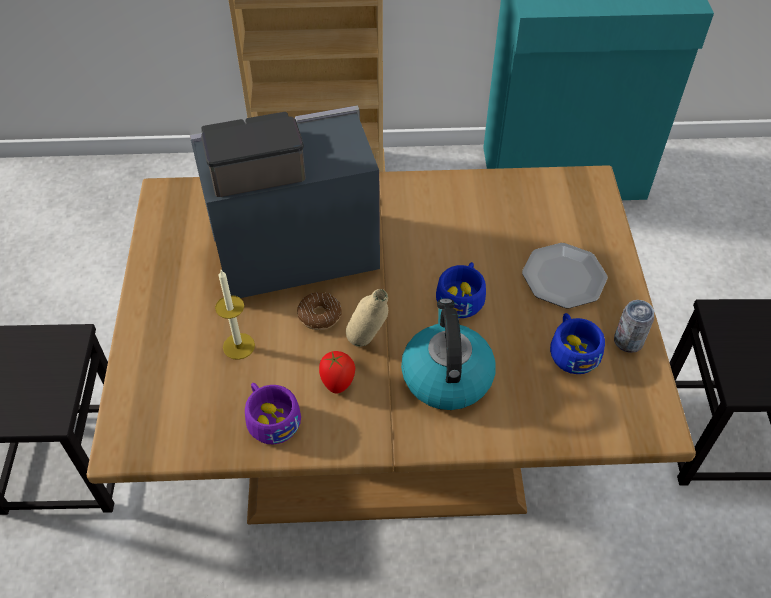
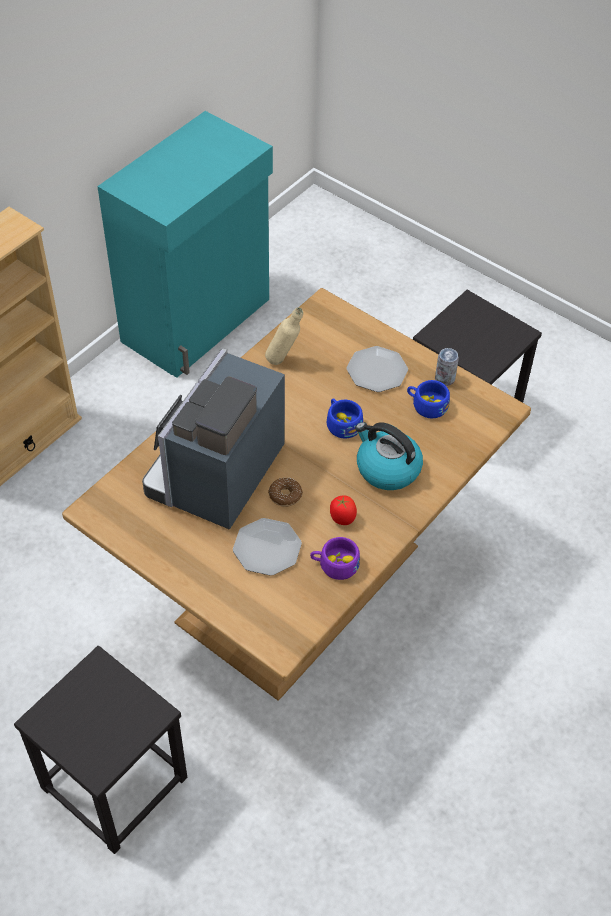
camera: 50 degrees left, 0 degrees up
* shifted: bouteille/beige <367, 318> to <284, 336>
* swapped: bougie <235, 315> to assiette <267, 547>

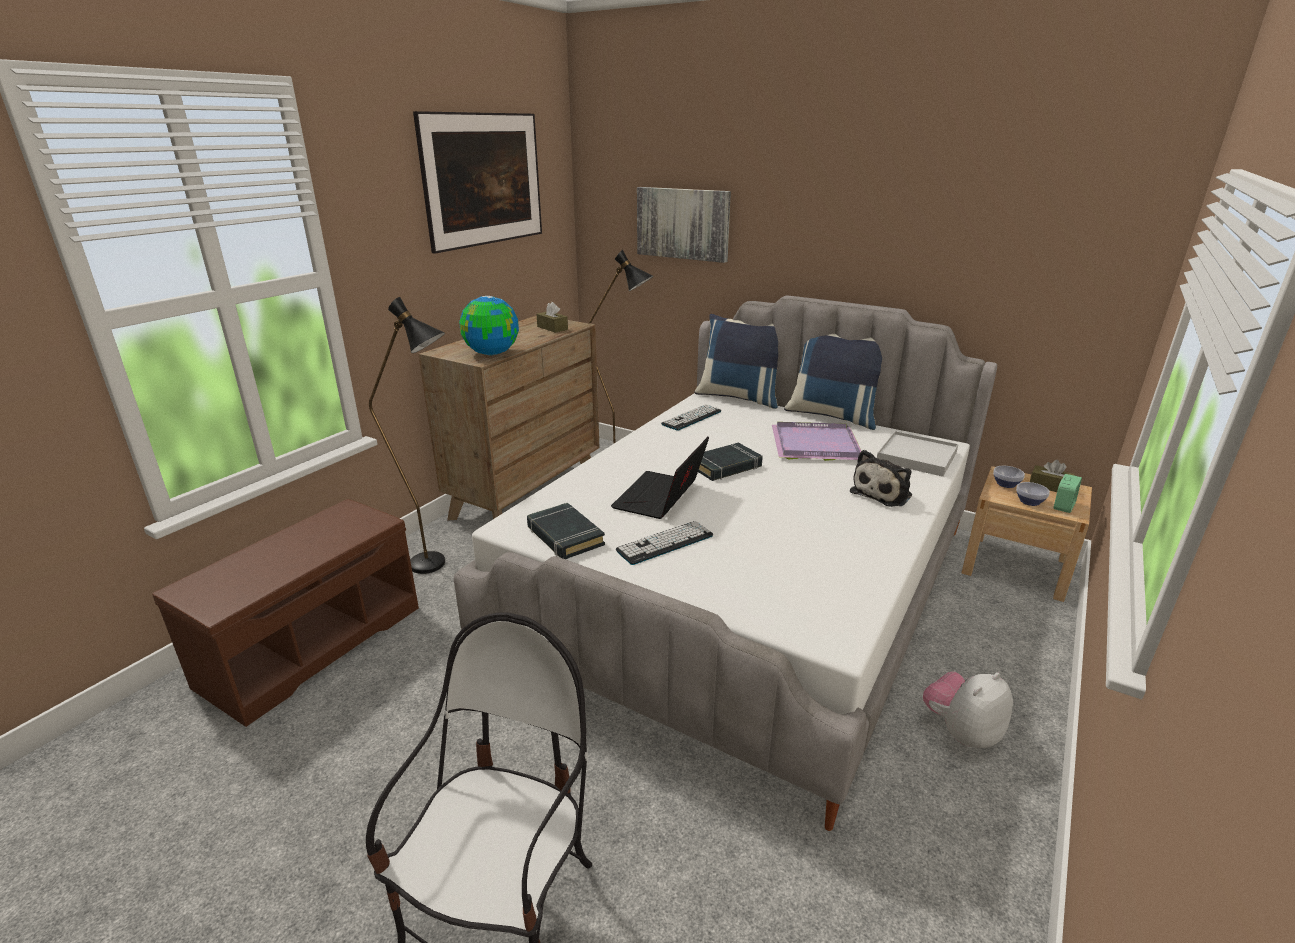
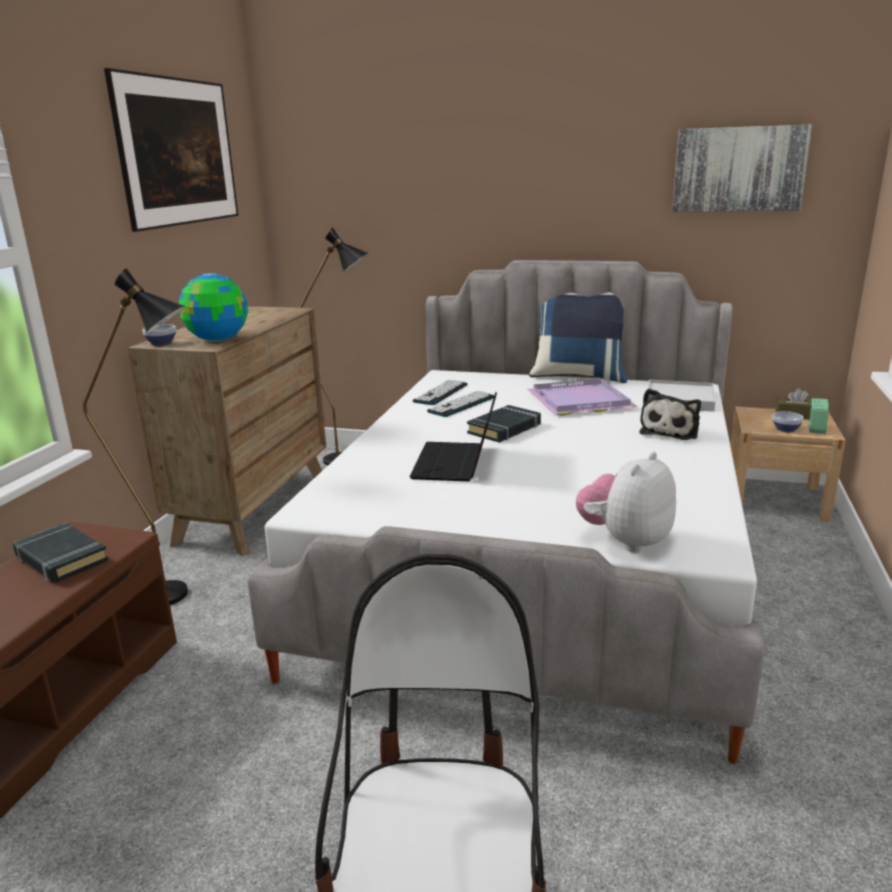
camera: 15 degrees left, 5 degrees down
* gone: boîte à mouchoirs/marron <552, 317>
* gone: coussin/bleu <736, 361>
* shifted: livre/noir <566, 531> to <61, 553>
* shifted: clavier <664, 543> to <461, 404>
* shifted: tableau <684, 225> to <742, 168>
* shifted: peluche <968, 710> to <626, 502>
* shifted: bol <1009, 477> to <159, 335>

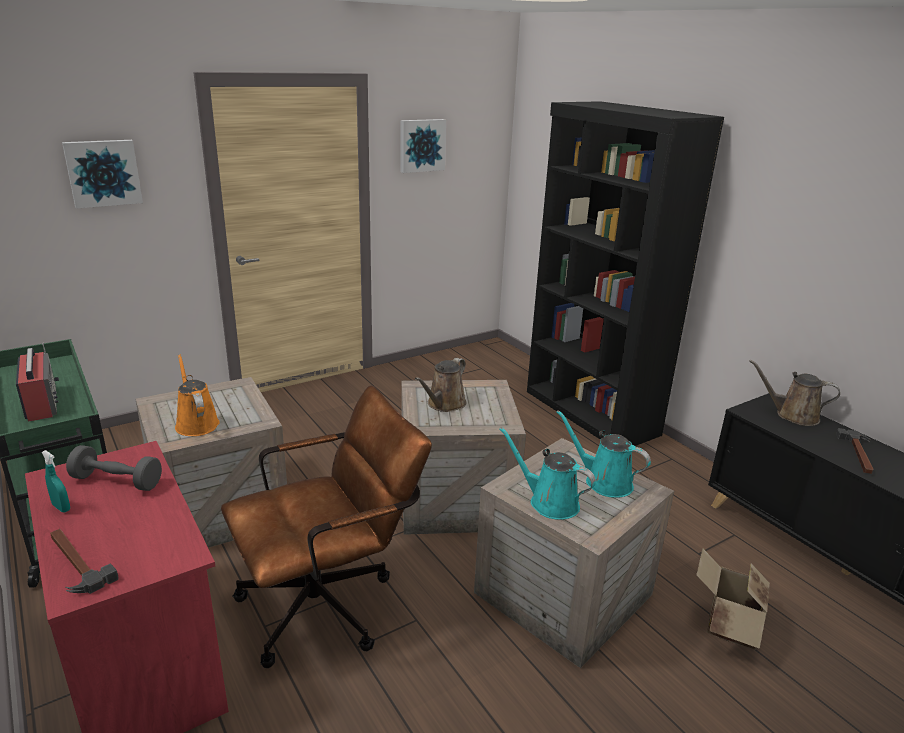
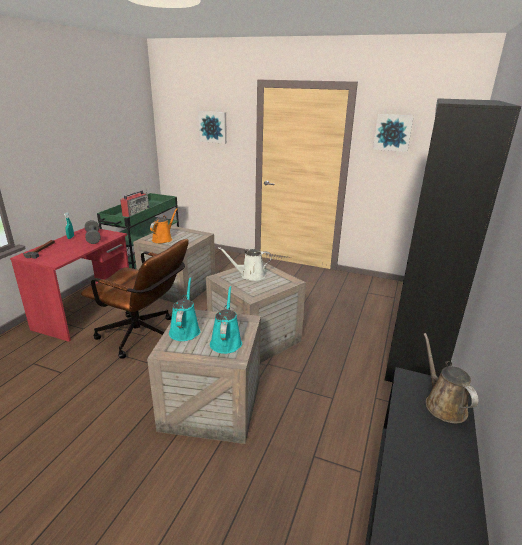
camera: 55 degrees right, 0 degrees up
* gone: carton <733, 598>
* gone: marteau <854, 451>
* repainted: arrosoir/marron <441, 385> to arrosoir/blanc <245, 264>

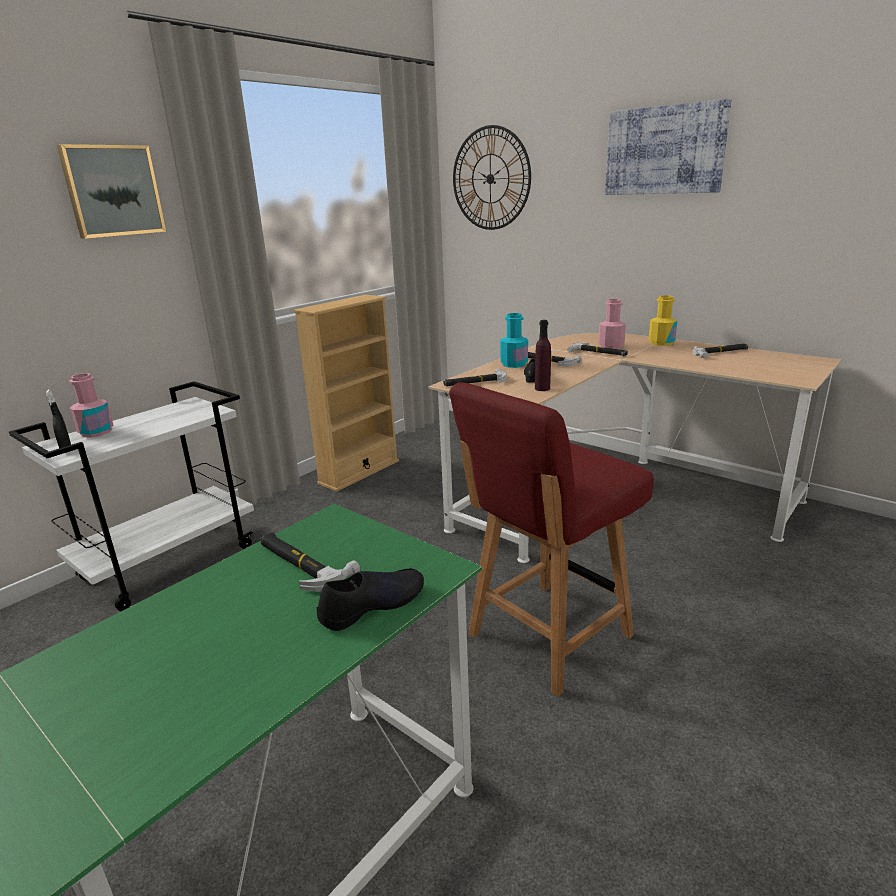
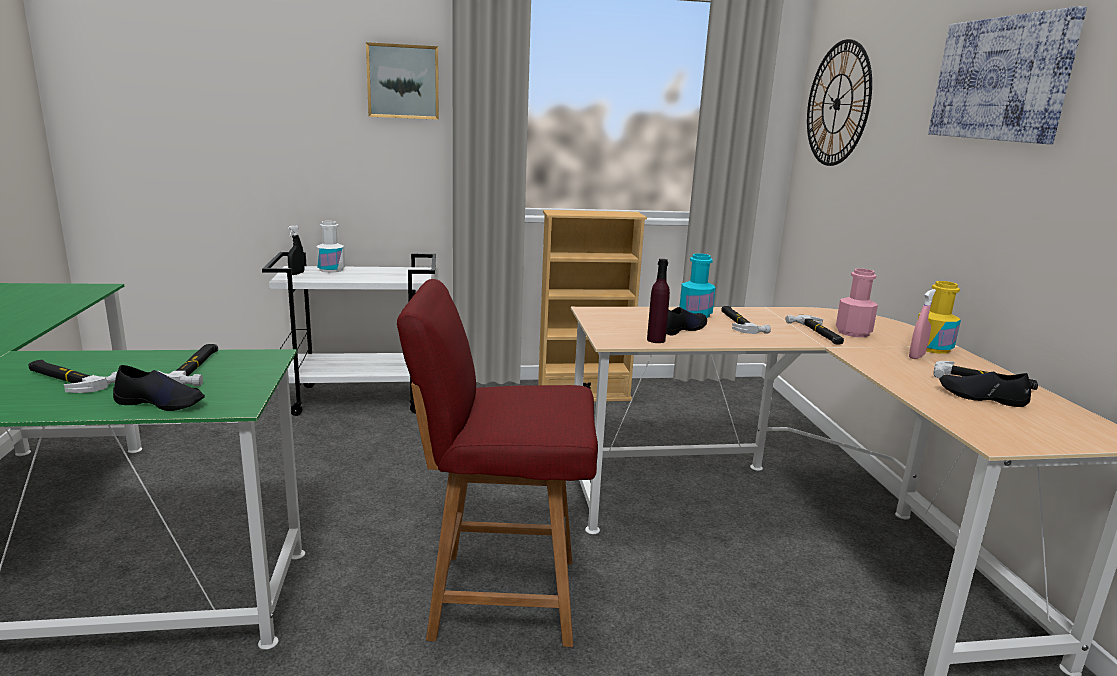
camera: 40 degrees right, 5 degrees down
* new: vaporisateur/rose <922, 324>
* new: chaussure/noir <985, 389>
* shifted: marteau <475, 377> to <72, 376>
* repainted: bouteille/rose <91, 405> to bouteille/blanc <330, 247>

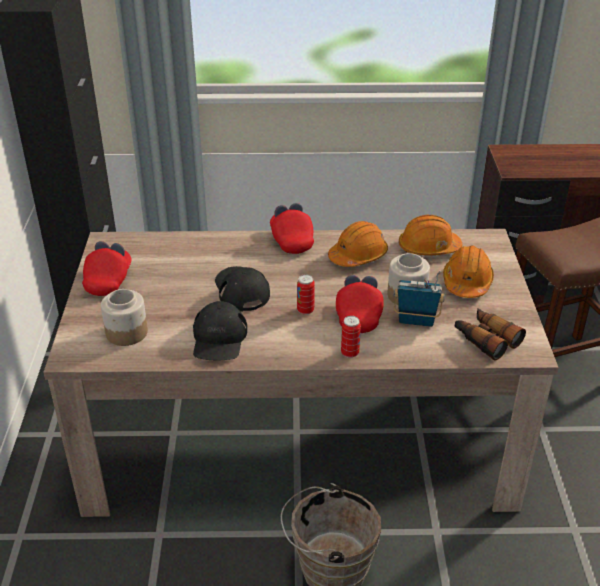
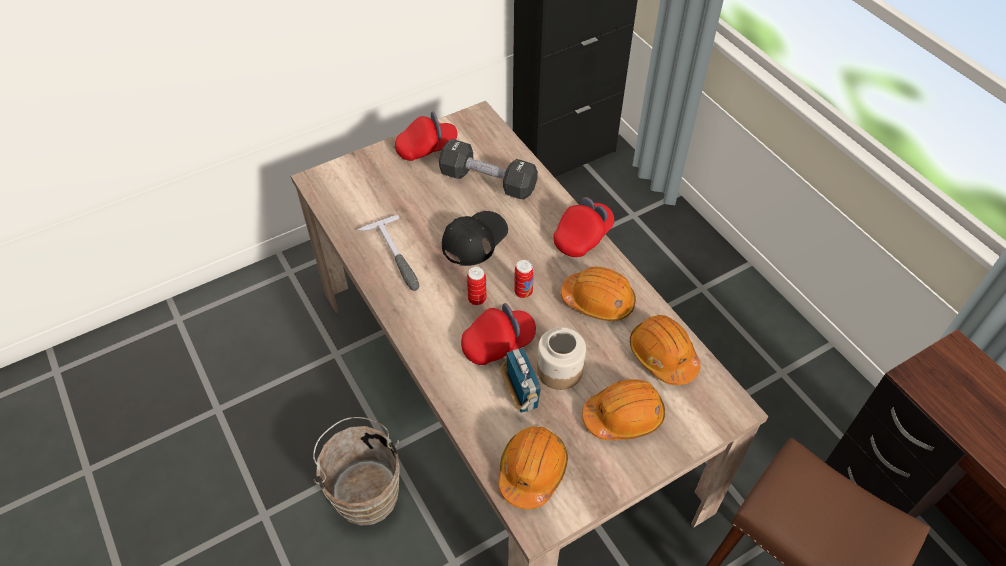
camera: 60 degrees right, 15 degrees up
* gone: bocal <124, 317>
* new: haltère/noir <488, 169>
* shifted: boîte métallique <351, 337> to <524, 279>
* swapped: casquette/noir <220, 330> to marteau <388, 253>
* swapped: jumelles <490, 335> to casque de chantier/orange <533, 467>

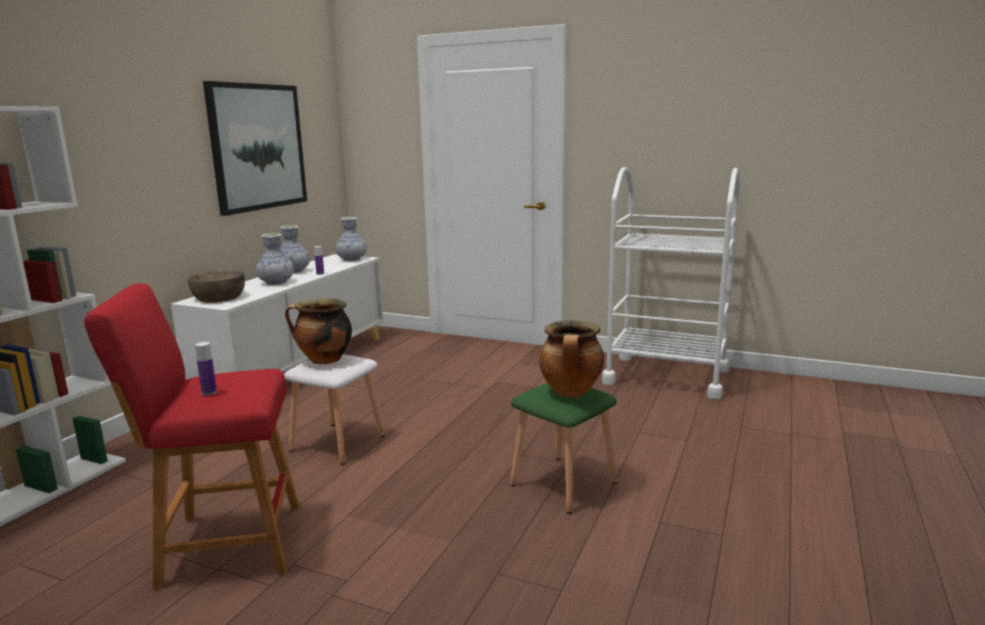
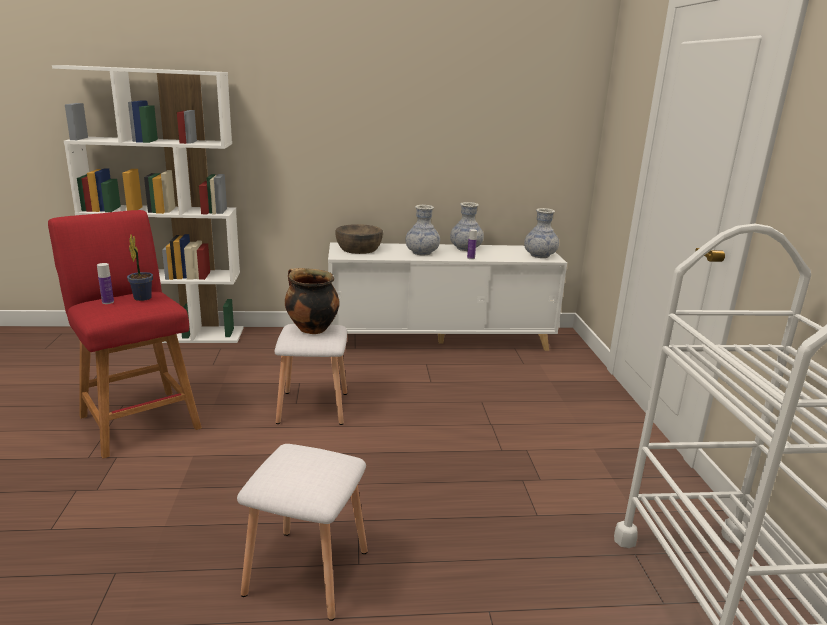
camera: 60 degrees right, 5 degrees up
* gone: tableau <255, 148>
* gone: marmite <571, 358>
* new: plante en pot <140, 267>
* repainted: tabouret/vert <563, 448> to tabouret/blanc <302, 532>

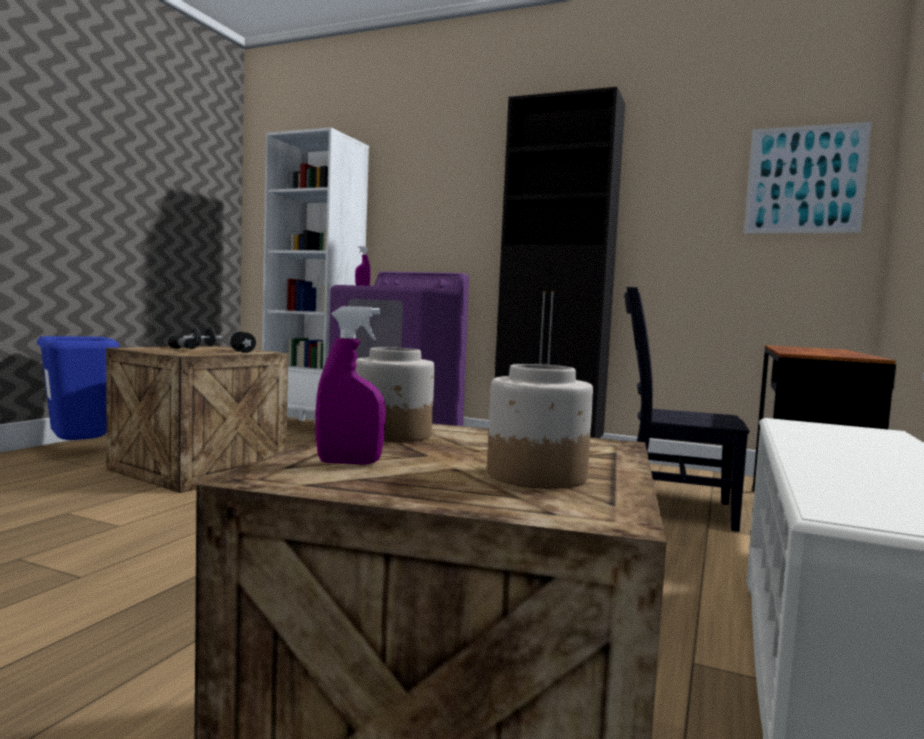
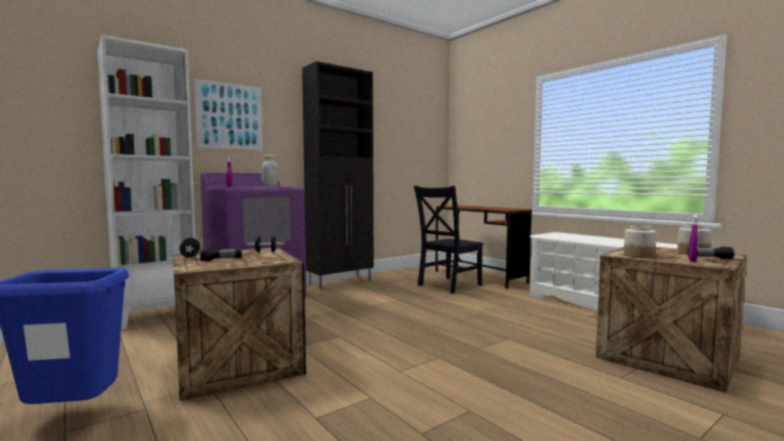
camera: 60 degrees left, 0 degrees up
* new: bocal/blanc <270, 171>
* new: lampe de poche <711, 253>
* shifted: tableau <808, 178> to <228, 114>

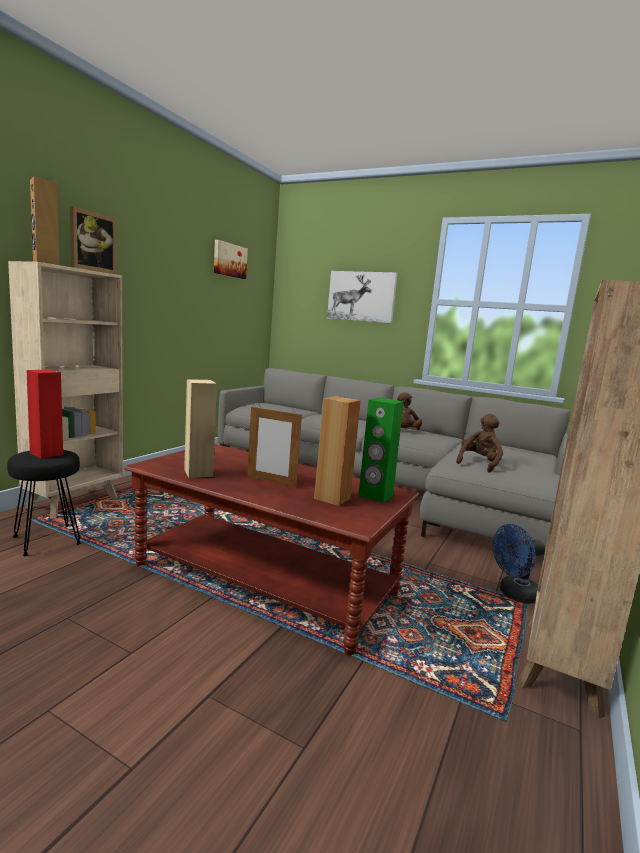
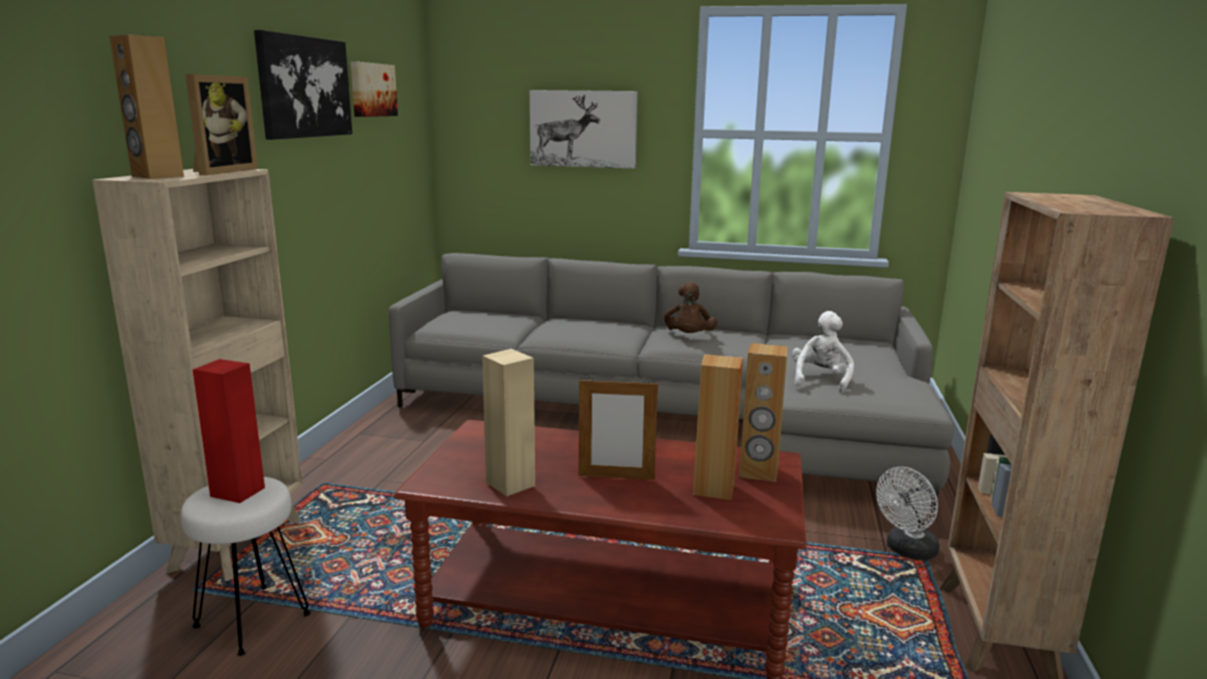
camera: 15 degrees left, 5 degrees up
* new: tableau <303, 85>
* repainted: tabouret/noir <44, 503> to tabouret/blanc <246, 566>
* repainted: enceinte/vert <381, 450> to enceinte/marron <763, 412>
* repainted: peluche/marron <479, 443> to peluche/blanc <823, 352>
* repainted: ventilateur/bleu <518, 564> to ventilateur/blanc <908, 513>

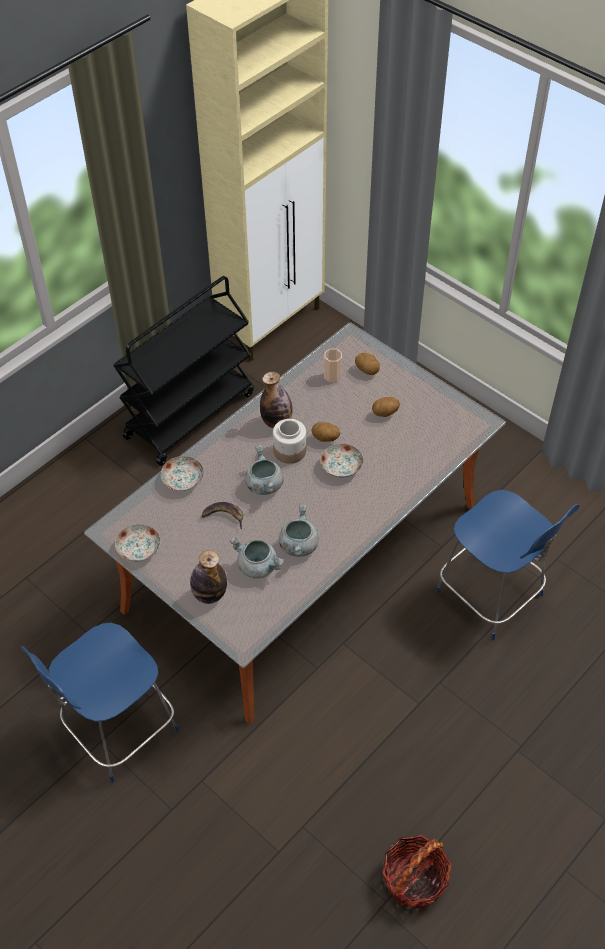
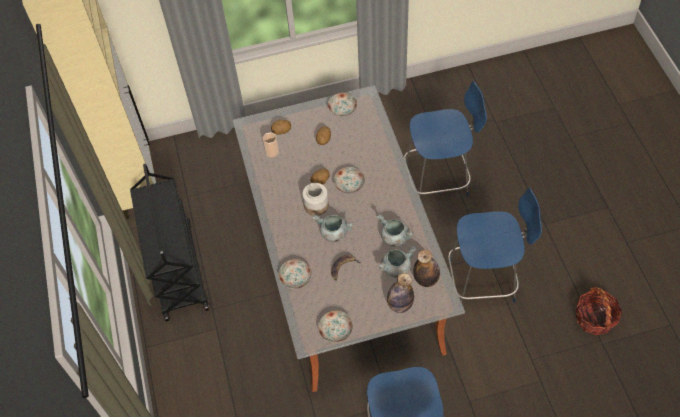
camera: 55 degrees left, 5 degrees up
* new: assiette <342, 104>
* new: chaise/bleu <495, 245>
* shifted: bouteille <276, 400> to <426, 268>

